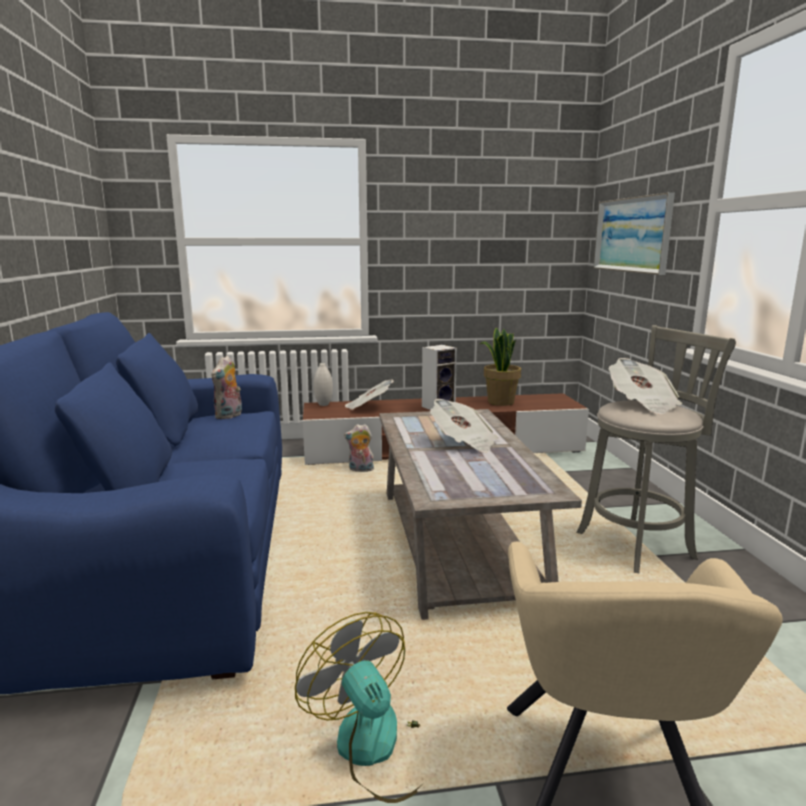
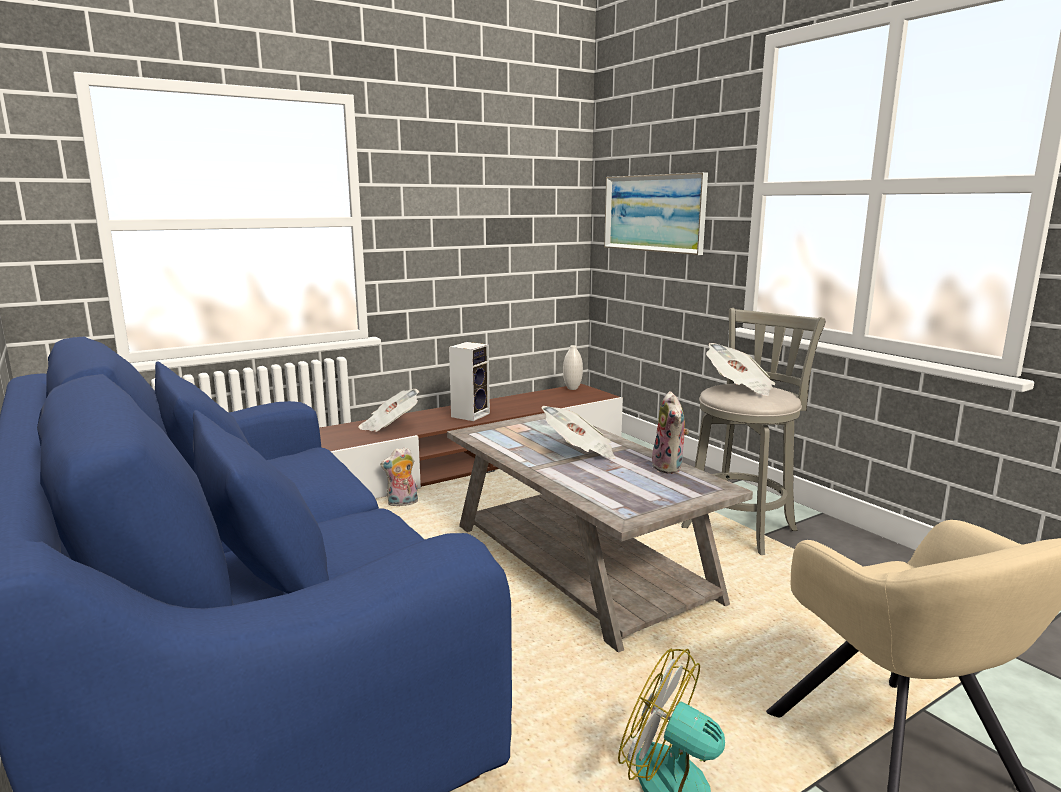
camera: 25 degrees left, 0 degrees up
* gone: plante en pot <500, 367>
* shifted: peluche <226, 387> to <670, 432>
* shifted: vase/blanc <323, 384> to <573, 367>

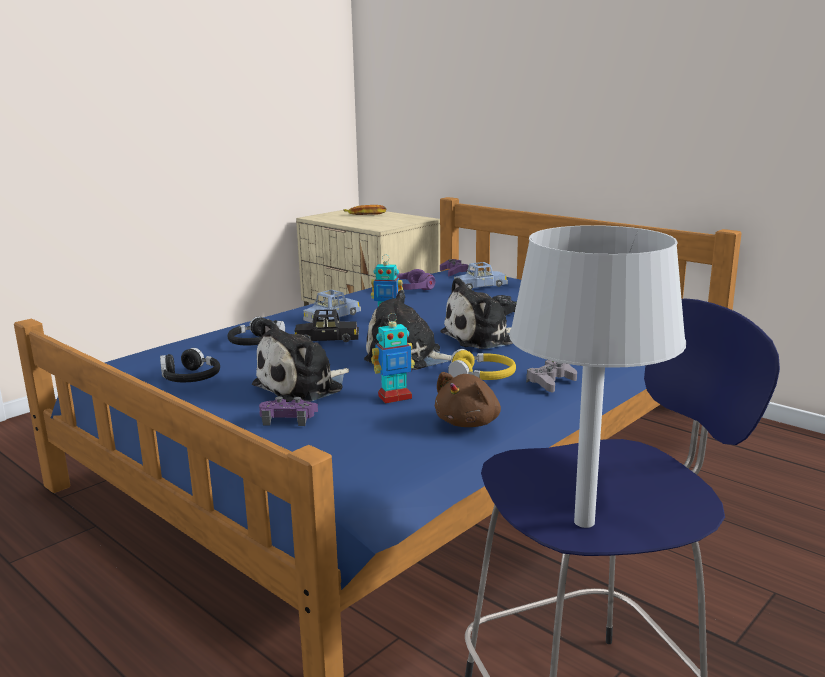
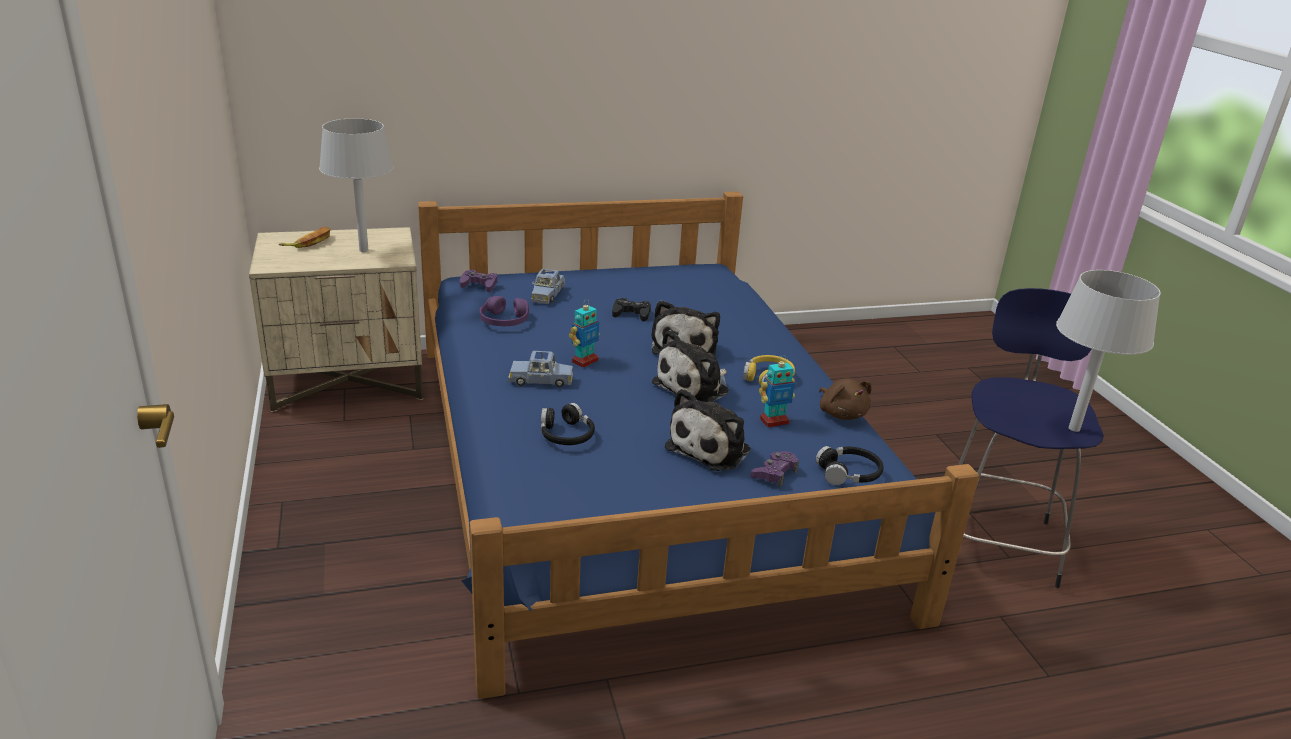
camera: 60 degrees left, 10 degrees up
* gone: petite voiture/noir <327, 325>
* gone: manette/gris <551, 376>
* new: lampe de table/gris <356, 185>
* shifted: casque audio/noir <190, 365> to <850, 465>
* rotated: peluche <301, 360> = <707, 430> 45 degrees clockwise
* rotated: petite voiture/bleu <332, 306> = <540, 369> 75 degrees counterclockwise
* rotated: robot jouet <393, 358> = <777, 391> 60 degrees clockwise

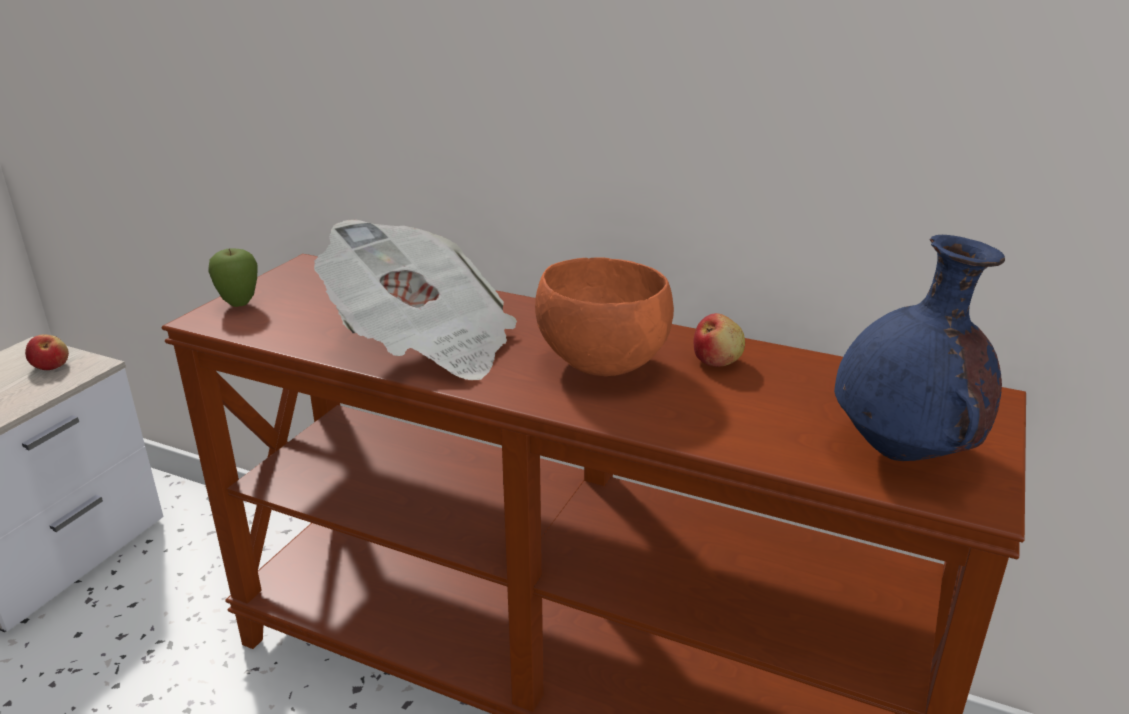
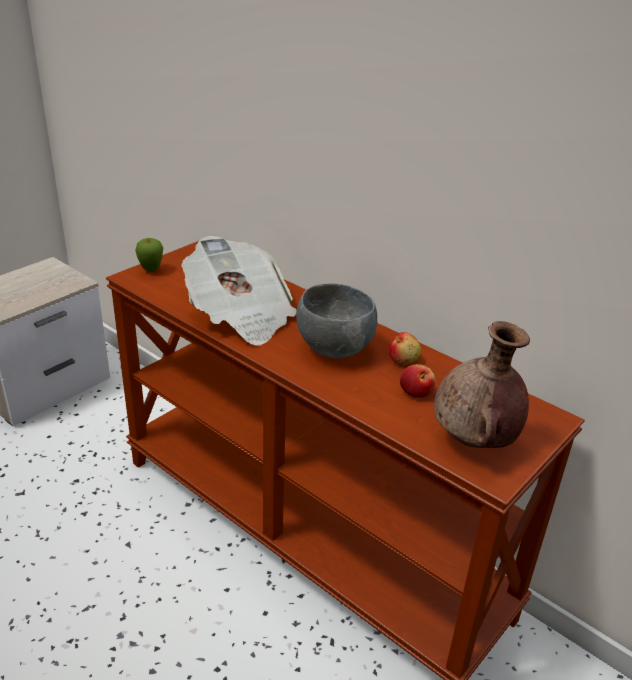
camera: 15 degrees right, 5 degrees up
* shifted: pomme <47, 352> to <418, 381>
* repainted: bol/orange <604, 317> to bol/gris <336, 321>
* repainted: vase/bleu <919, 348> to vase/marron <482, 384>

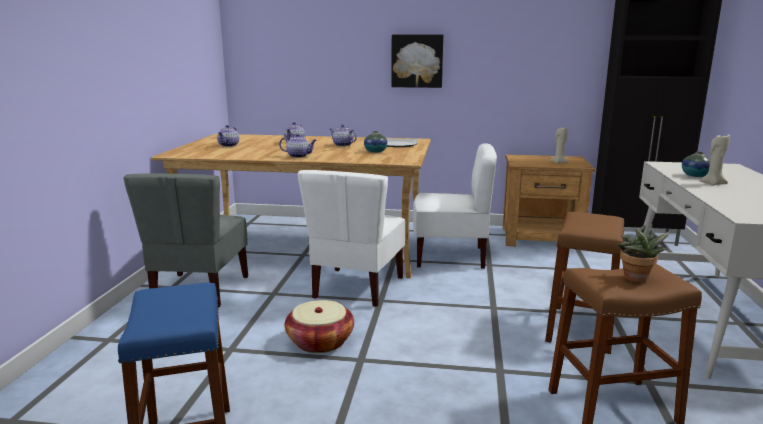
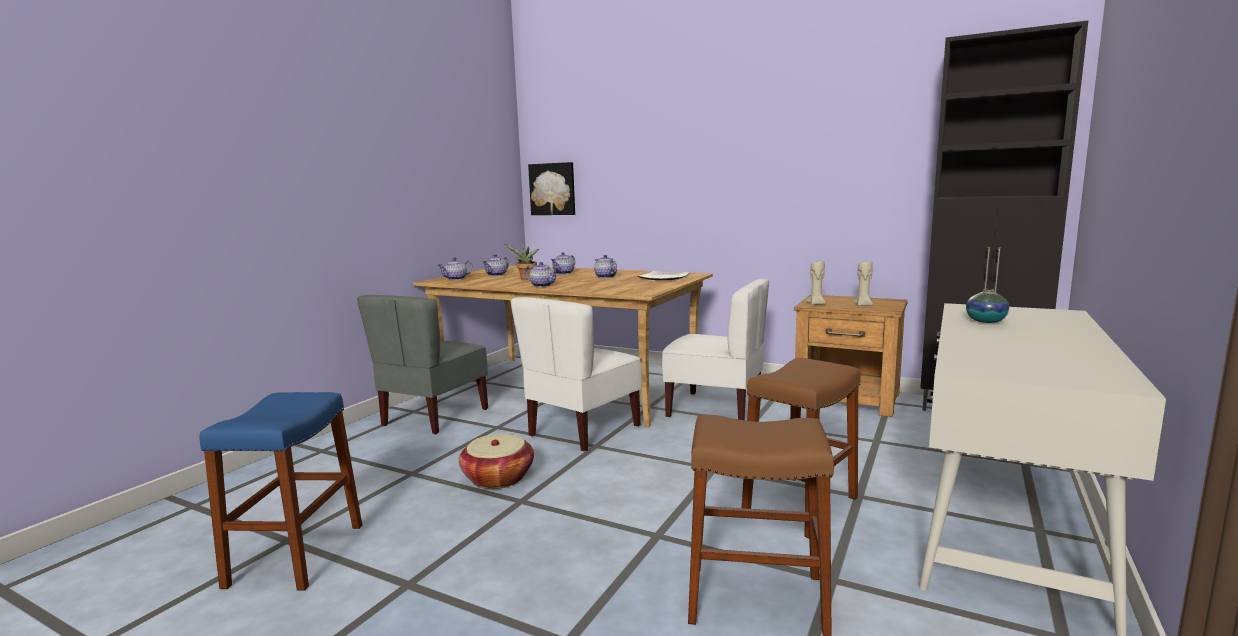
camera: 20 degrees right, 5 degrees down
* gone: vase <375, 142>
* new: théière <455, 268>
* shifted: tableau <417, 61> to <551, 188>
* shifted: plante en pot <644, 252> to <522, 261>
* shifted: bougie/beige <714, 159> to <816, 283>

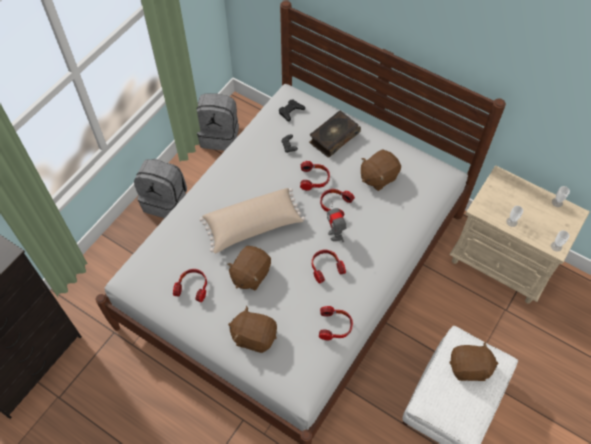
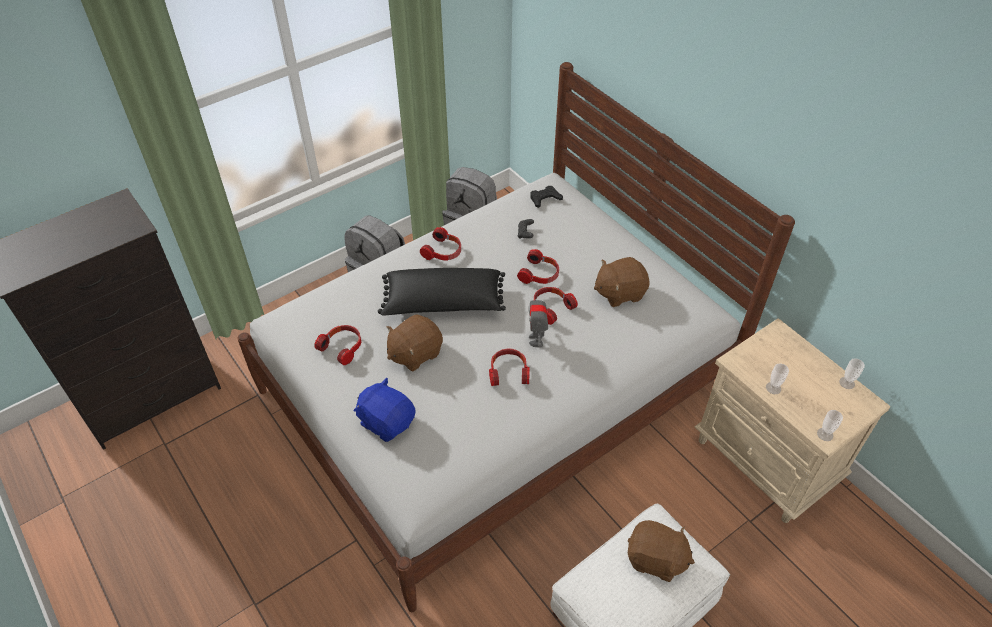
camera: 20 degrees right, 10 degrees down
* gone: livre <335, 134>
* shifted: casque audio <336, 323> to <440, 244>
* repainted: coussin/beige <252, 220> to coussin/noir <442, 292>
* repainted: peluche/marron <252, 329> to peluche/bleu <384, 410>

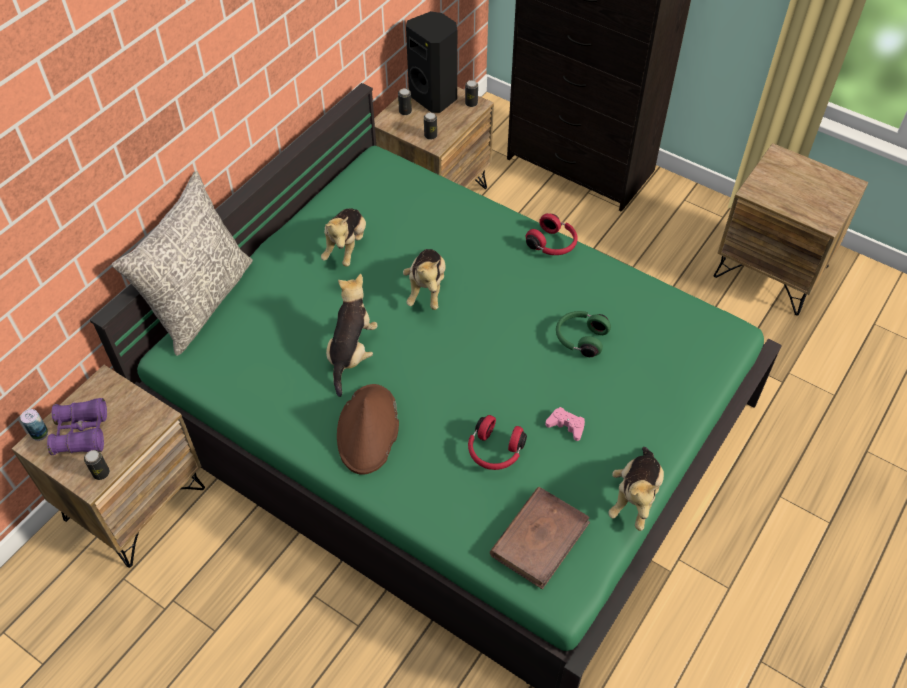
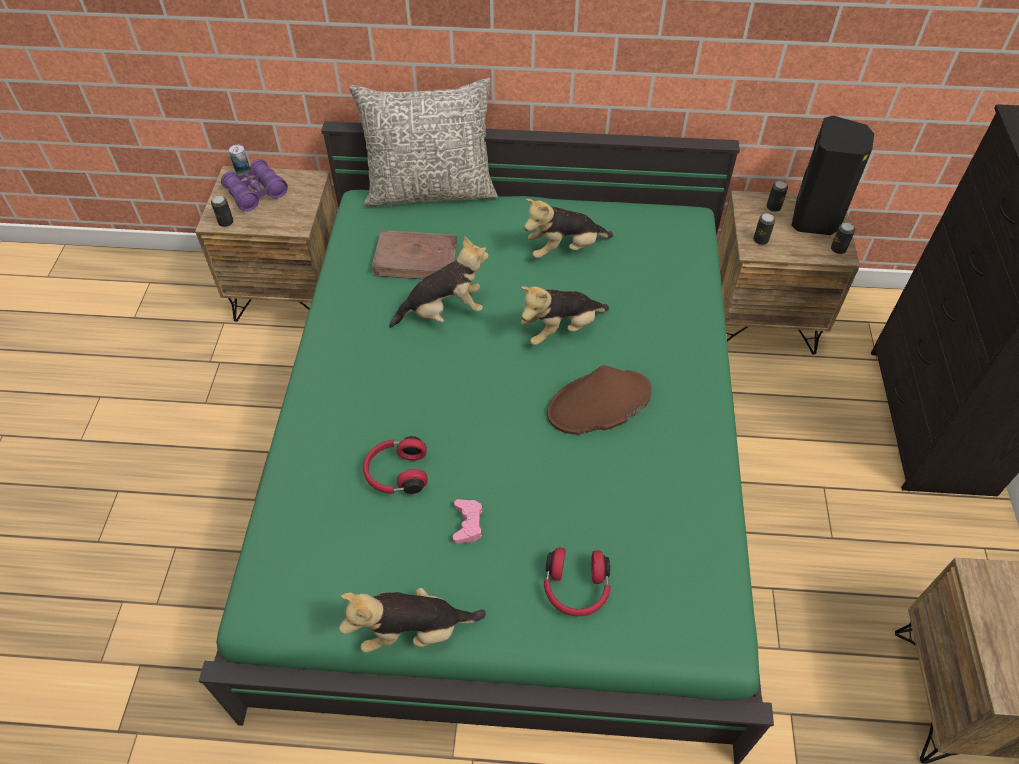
camera: 60 degrees right, 0 degrees up
* gone: casque audio/vert <583, 334>
* shifted: chapeau/marron <368, 429> to <599, 400>
* shifted: livre/marron <540, 538> to <414, 254>
* shifted: casque audio/rouge <552, 234> to <577, 581>

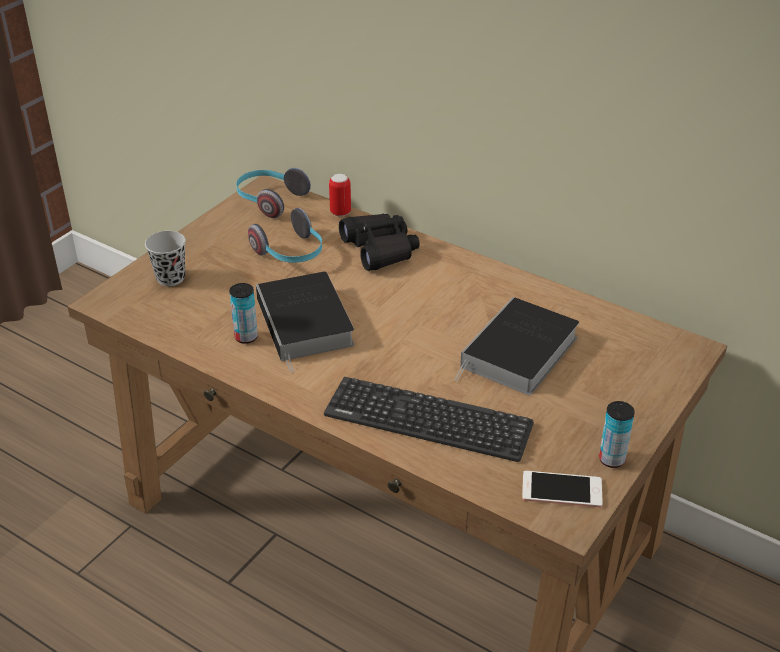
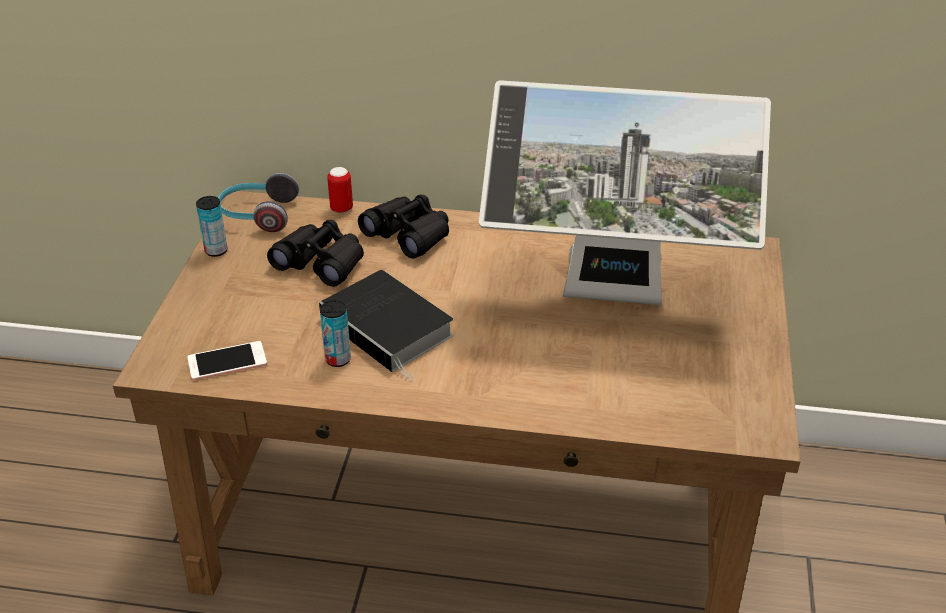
camera: 25 degrees left, 0 degrees up
* gone: tasse/noir <165, 258>
* gone: clavier <429, 419>
* shifted: téléphone <562, 489> to <227, 360>
* shifted: boîte métallique <617, 434> to <212, 226>
* swapped: casque audio <285, 235> to jumelles/noir <315, 253>
* swapped: livre <516, 346> to écran d'ordinateur <625, 192>

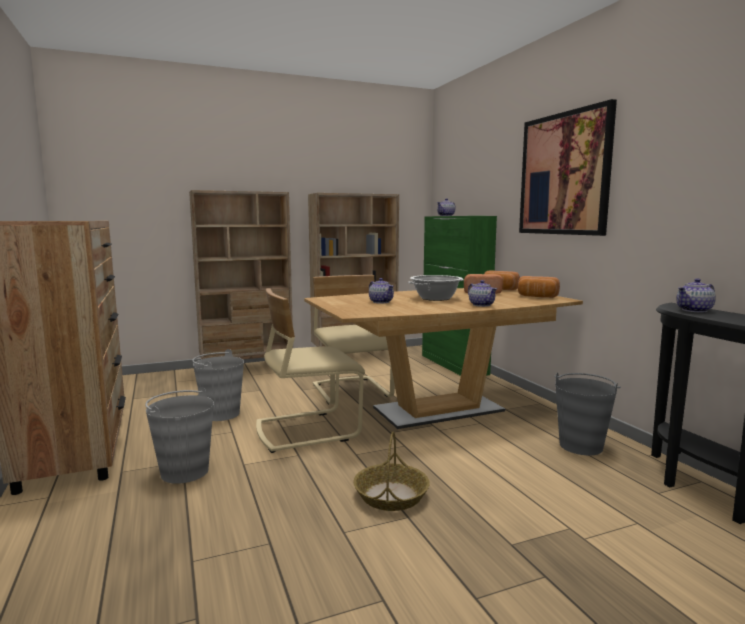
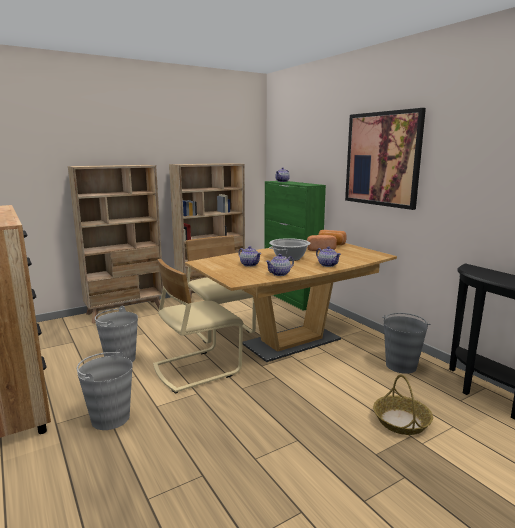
camera: 10 degrees left, 5 degrees up
* gone: pain <539, 287>
* shifted: panier <391, 471> to <403, 404>
* shifted: théière <696, 295> to <279, 265>

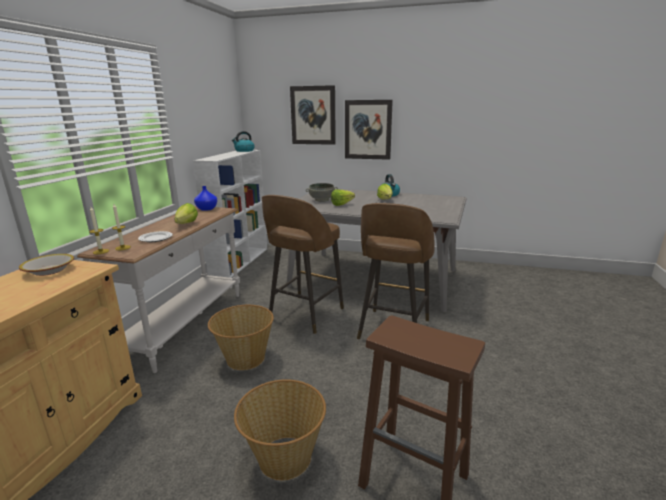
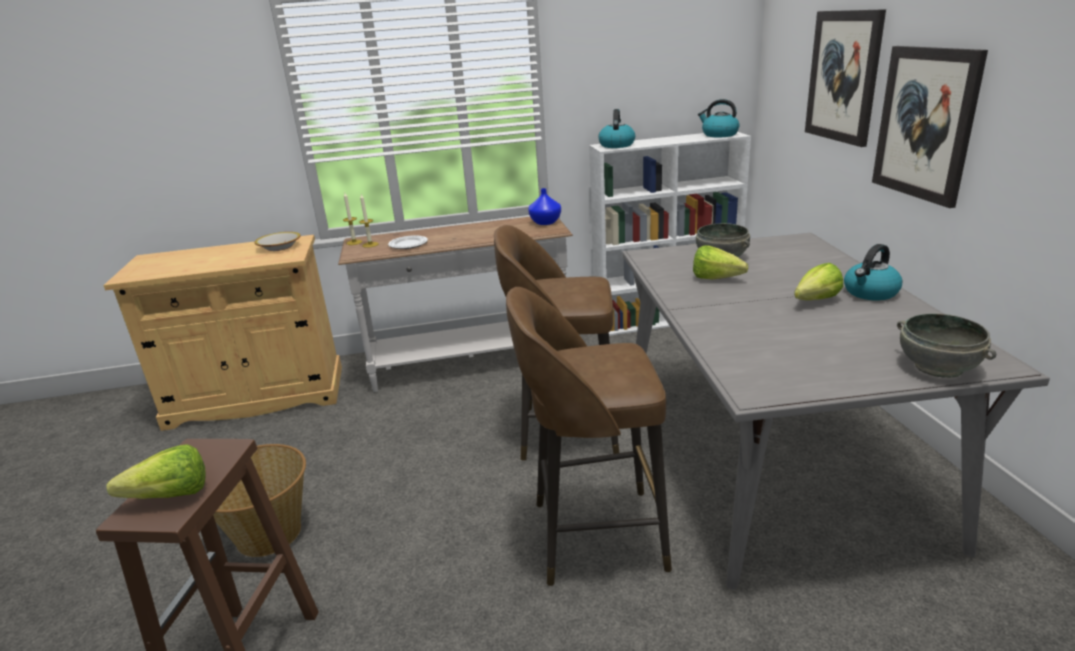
camera: 65 degrees right, 5 degrees up
* gone: panier <241, 337>
* new: bouilloire <616, 128>
* new: bol/gris <946, 345>
* shifted: laitue <186, 213> to <156, 471>

